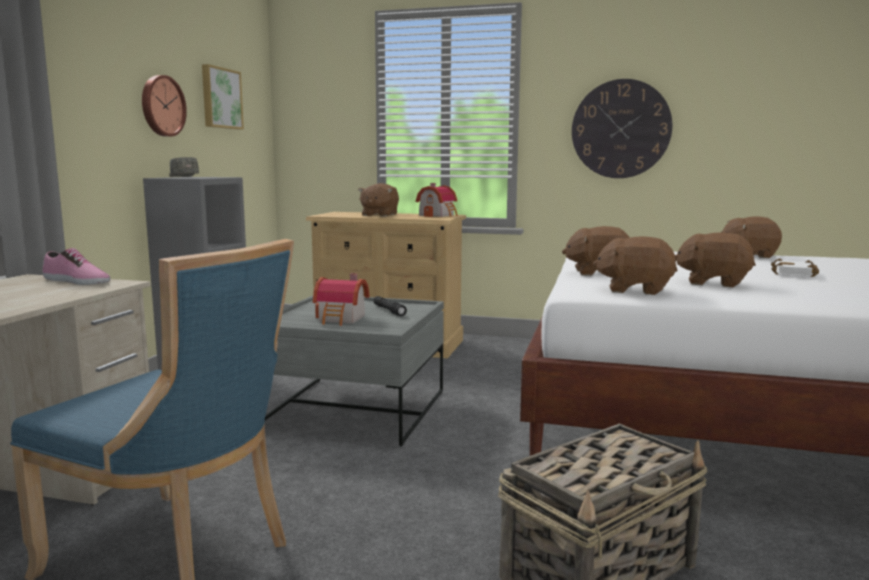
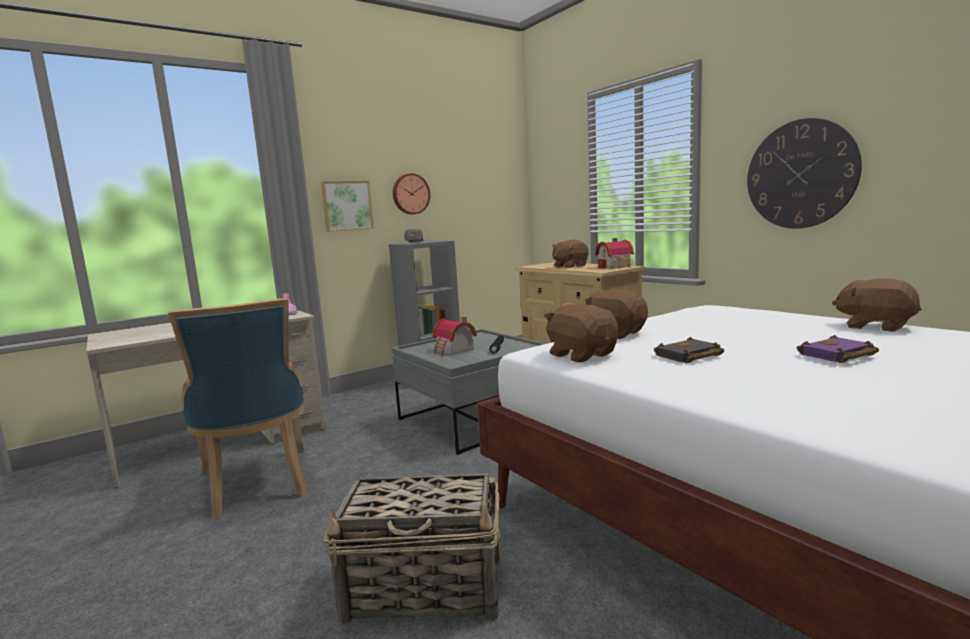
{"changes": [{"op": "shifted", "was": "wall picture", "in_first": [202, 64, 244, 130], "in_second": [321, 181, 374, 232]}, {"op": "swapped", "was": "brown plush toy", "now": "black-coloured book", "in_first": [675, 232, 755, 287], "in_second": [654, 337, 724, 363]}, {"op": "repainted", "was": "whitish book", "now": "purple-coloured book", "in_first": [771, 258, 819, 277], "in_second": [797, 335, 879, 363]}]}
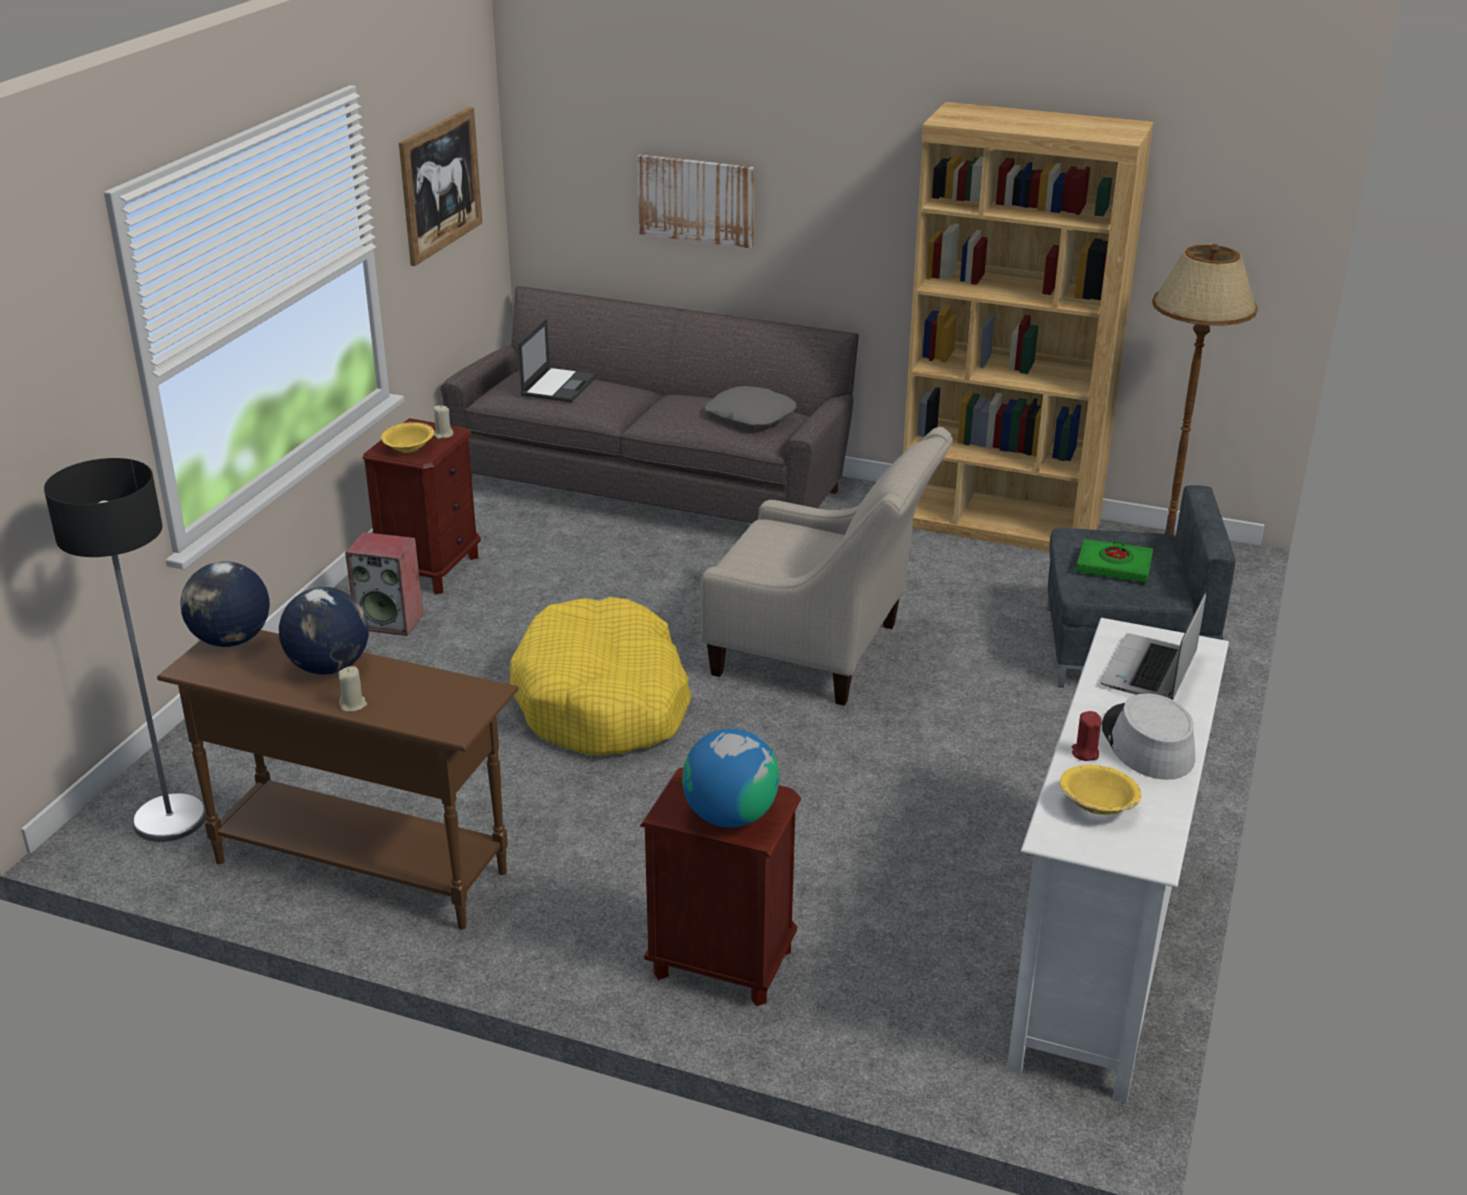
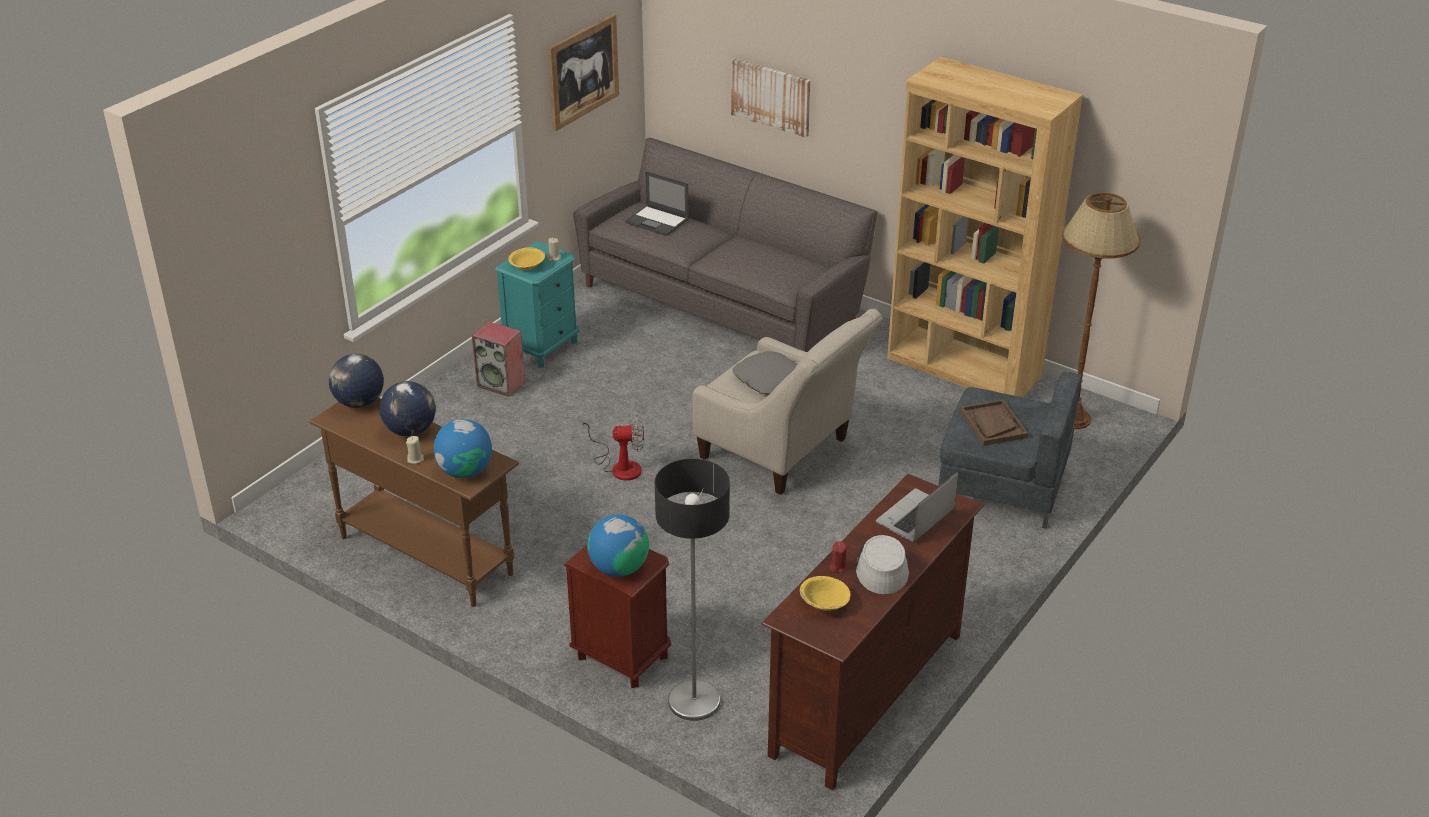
{"changes": [{"op": "new", "now": "world globe", "in_second": [434, 419, 492, 478]}, {"op": "shifted", "was": "floor lamp", "in_first": [44, 458, 207, 842], "in_second": [655, 459, 730, 721]}, {"op": "shifted", "was": "gray throw pillow", "in_first": [705, 386, 796, 427], "in_second": [732, 351, 797, 395]}, {"op": "swapped", "was": "yellow-coloured pet bed", "now": "fan", "in_first": [510, 597, 692, 755], "in_second": [582, 415, 644, 481]}, {"op": "swapped", "was": "green-coloured book", "now": "brown carrying tray", "in_first": [1076, 539, 1153, 583], "in_second": [960, 399, 1028, 446]}, {"op": "repainted", "was": "brown night table", "now": "blue-green night table", "in_first": [363, 418, 481, 595], "in_second": [495, 241, 579, 368]}, {"op": "repainted", "was": "whitish media console", "now": "brown media console", "in_first": [1007, 618, 1229, 1102], "in_second": [761, 474, 984, 790]}, {"op": "rotated", "was": "notebook computer", "in_first": [518, 319, 597, 402], "in_second": [625, 171, 689, 236], "clockwise": 90}]}
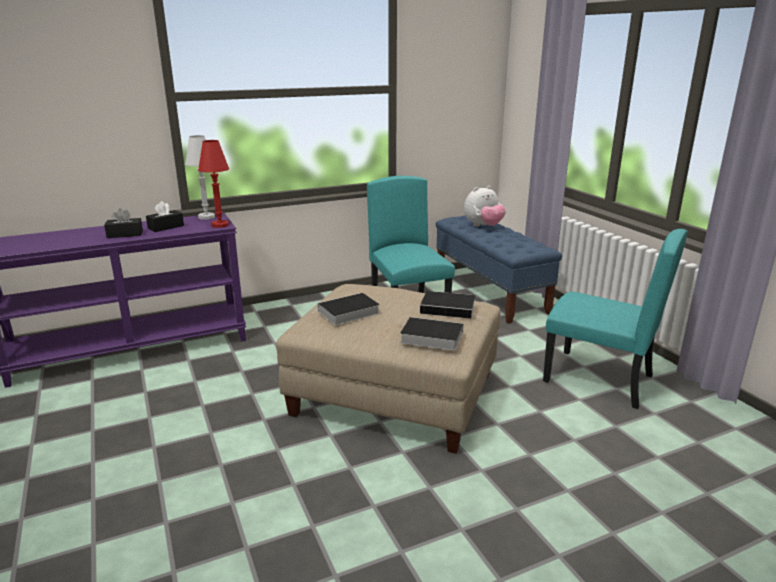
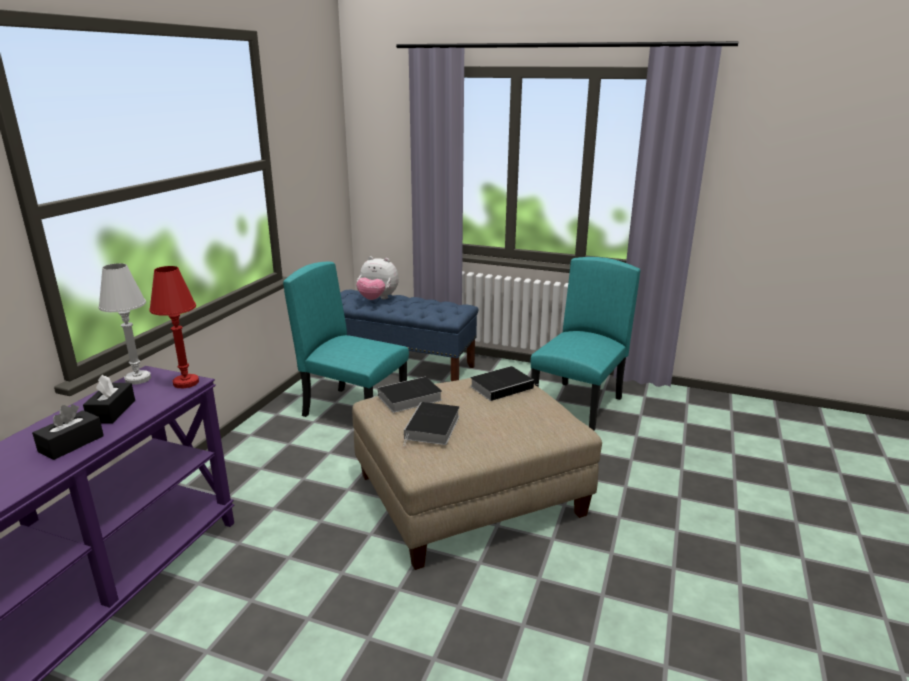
{"changes": [{"op": "shifted", "was": "book", "in_first": [400, 317, 463, 351], "in_second": [370, 376, 442, 413]}, {"op": "rotated", "was": "plush toy", "in_first": [464, 186, 506, 227], "in_second": [356, 256, 399, 300], "clockwise": 90}, {"op": "rotated", "was": "blue-green plain chair", "in_first": [543, 229, 688, 409], "in_second": [531, 257, 640, 430], "clockwise": -45}]}
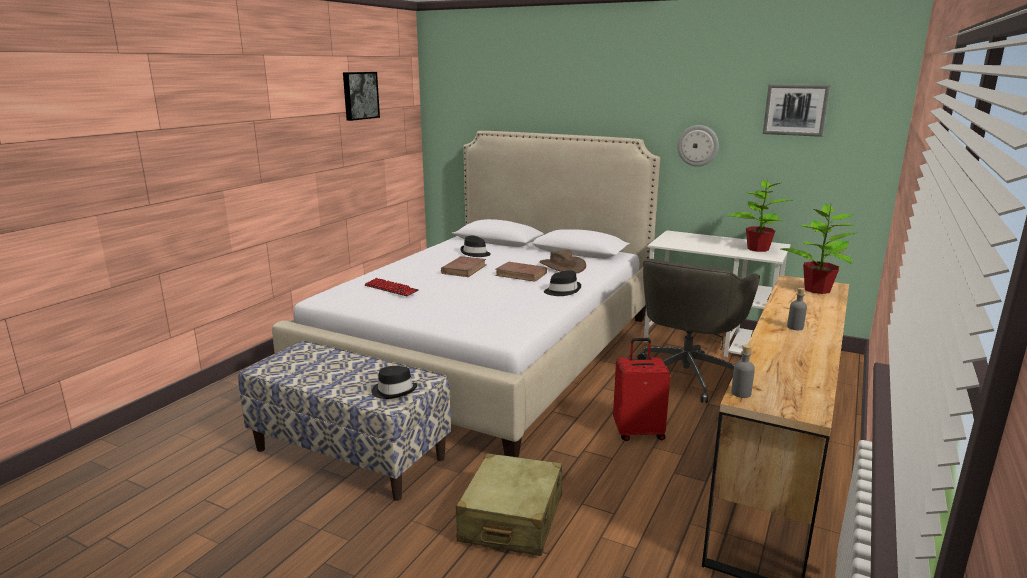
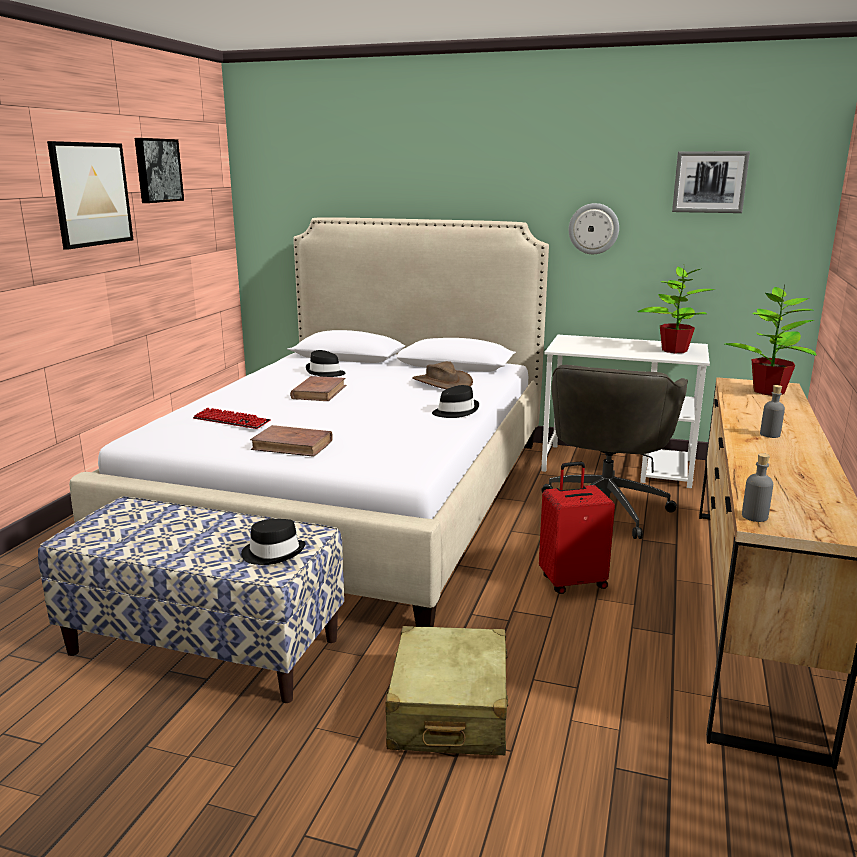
{"changes": [{"op": "new", "now": "wall picture", "in_second": [47, 141, 133, 250]}, {"op": "shifted", "was": "brown book", "in_first": [495, 262, 547, 282], "in_second": [250, 425, 333, 457]}]}
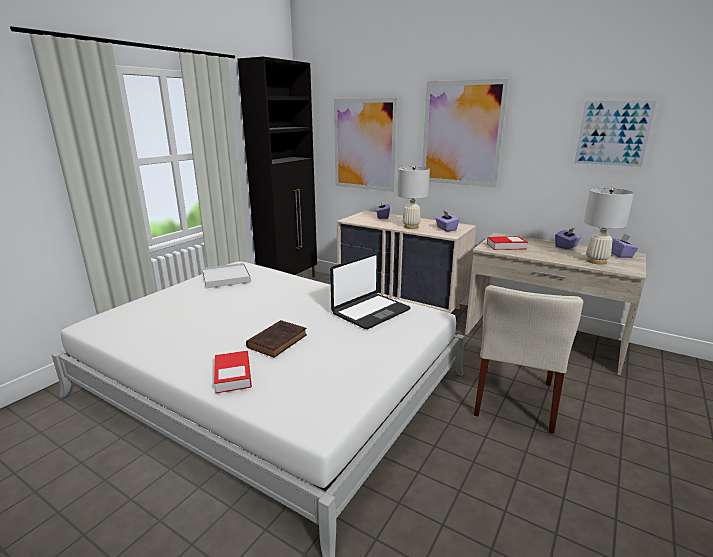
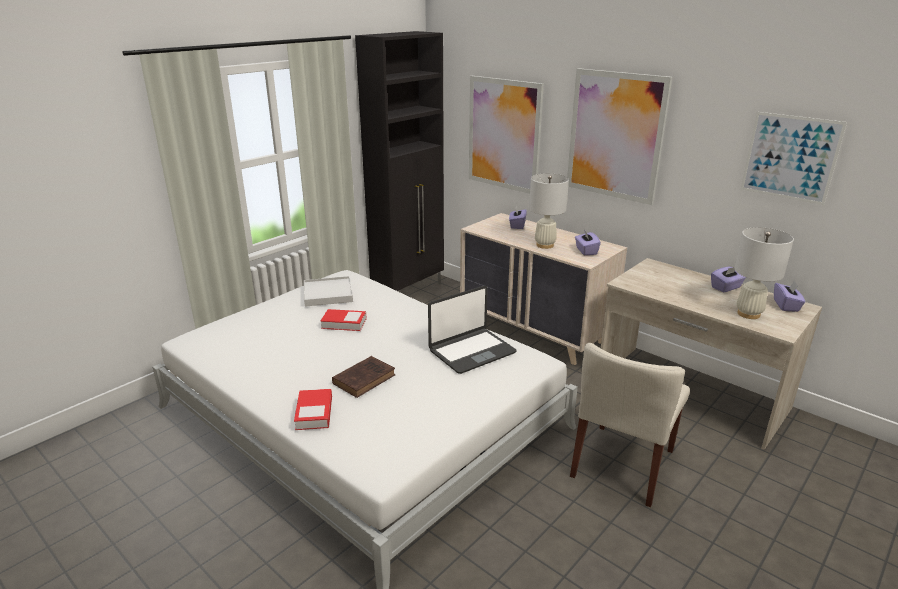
{"changes": [{"op": "shifted", "was": "book", "in_first": [487, 236, 528, 250], "in_second": [321, 309, 367, 331]}]}
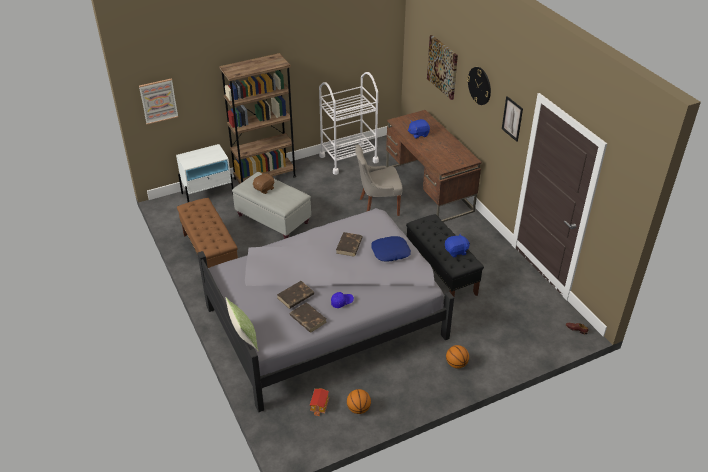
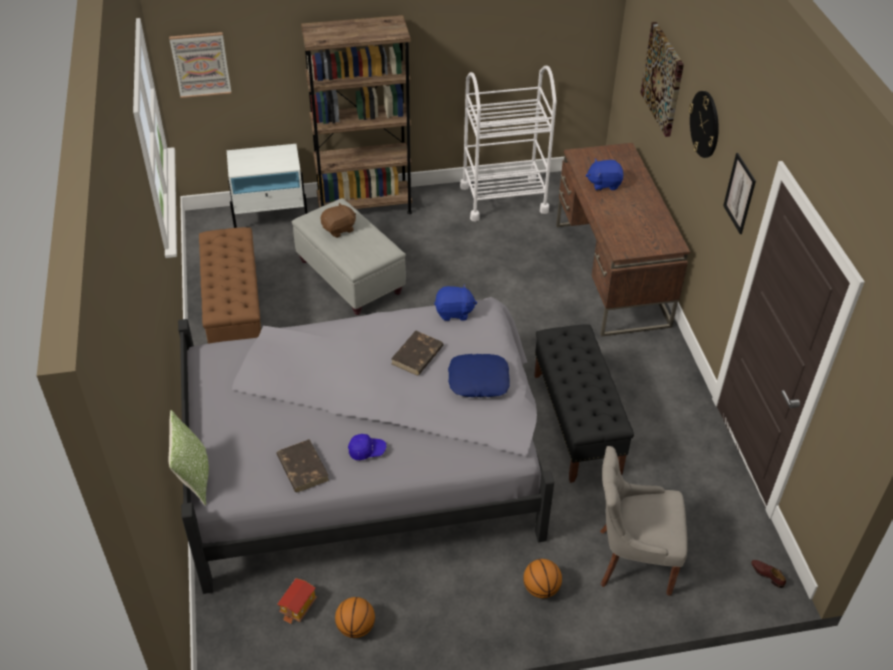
{"changes": [{"op": "gone", "was": "brown book", "in_first": [277, 281, 314, 309]}, {"op": "shifted", "was": "gray plain chair", "in_first": [355, 144, 403, 216], "in_second": [600, 446, 688, 596]}, {"op": "shifted", "was": "bluish plush toy", "in_first": [445, 234, 470, 257], "in_second": [434, 284, 477, 321]}]}
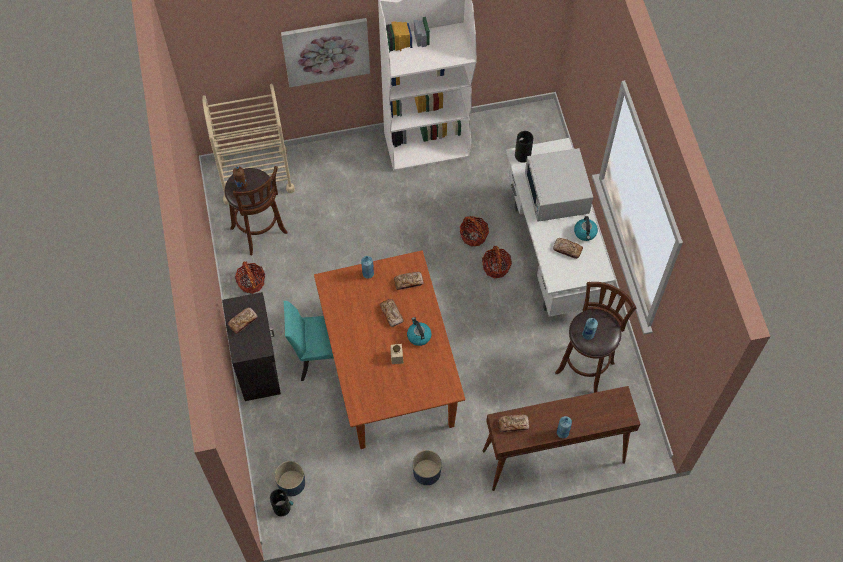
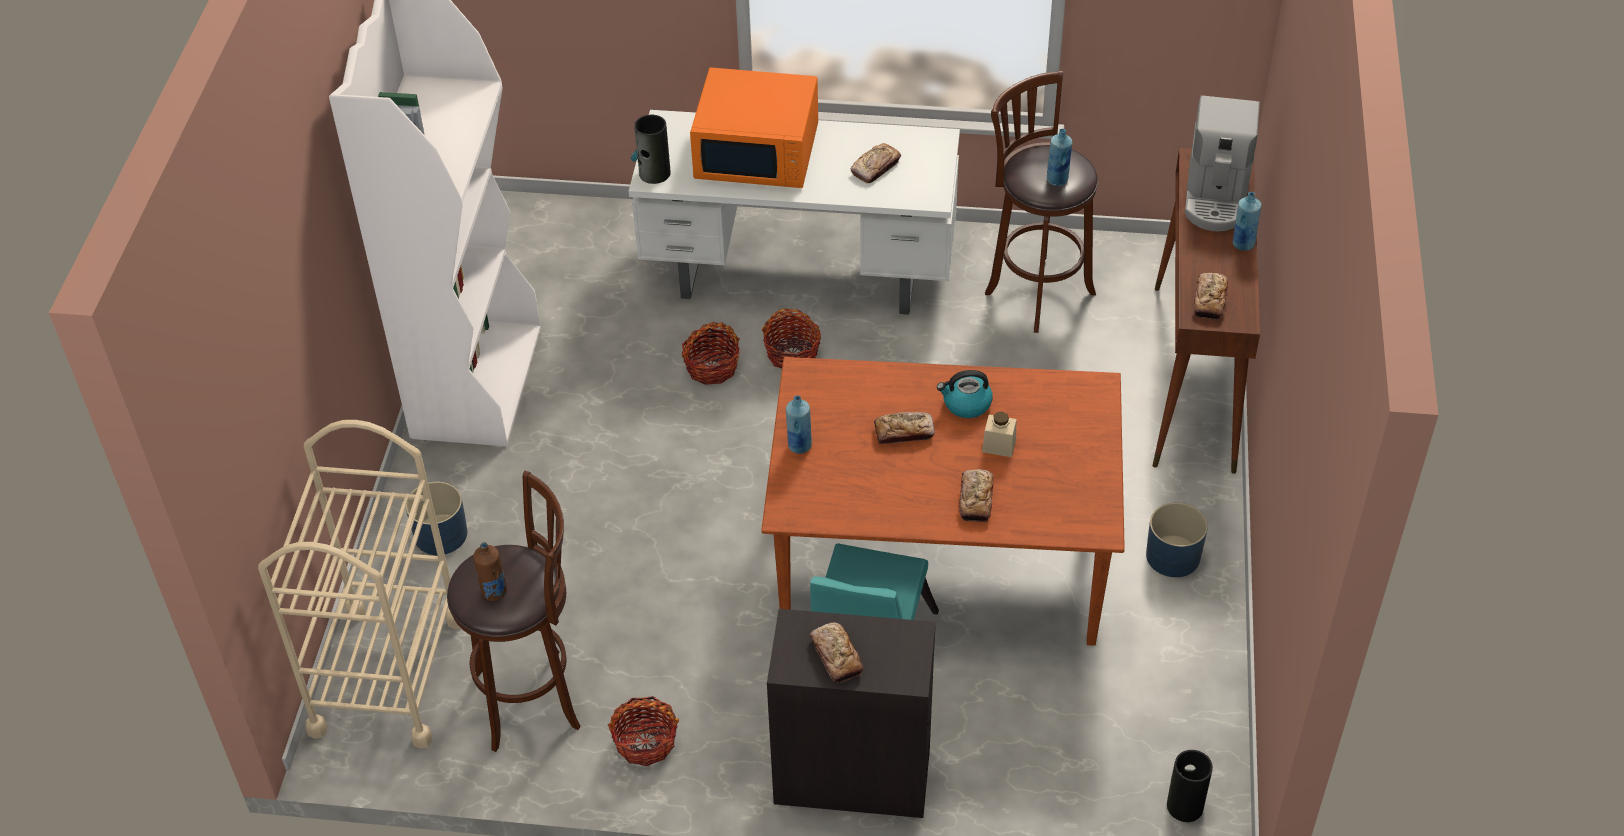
{"changes": [{"op": "gone", "was": "wall picture", "in_first": [281, 18, 370, 87]}, {"op": "gone", "was": "tea kettle", "in_first": [574, 216, 598, 241]}, {"op": "new", "now": "coffee machine", "in_second": [1185, 96, 1260, 231]}, {"op": "shifted", "was": "bluish flower pot", "in_first": [275, 461, 305, 496], "in_second": [406, 482, 467, 555]}, {"op": "shifted", "was": "bakery bread", "in_first": [394, 272, 424, 290], "in_second": [959, 469, 993, 522]}, {"op": "repainted", "was": "whitish microwave oven", "now": "orange-coloured microwave oven", "in_first": [525, 148, 593, 222], "in_second": [690, 67, 818, 188]}]}
